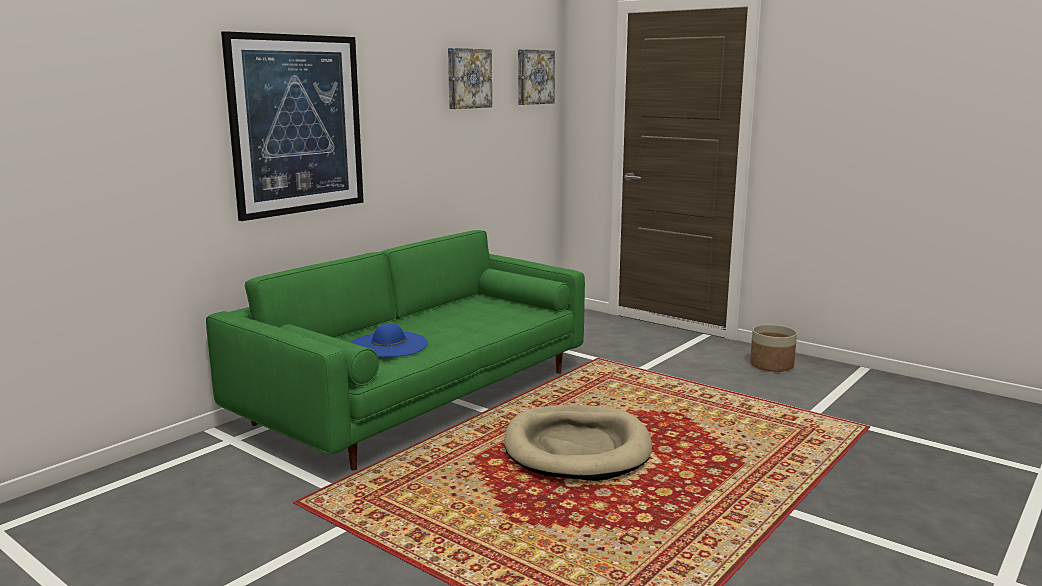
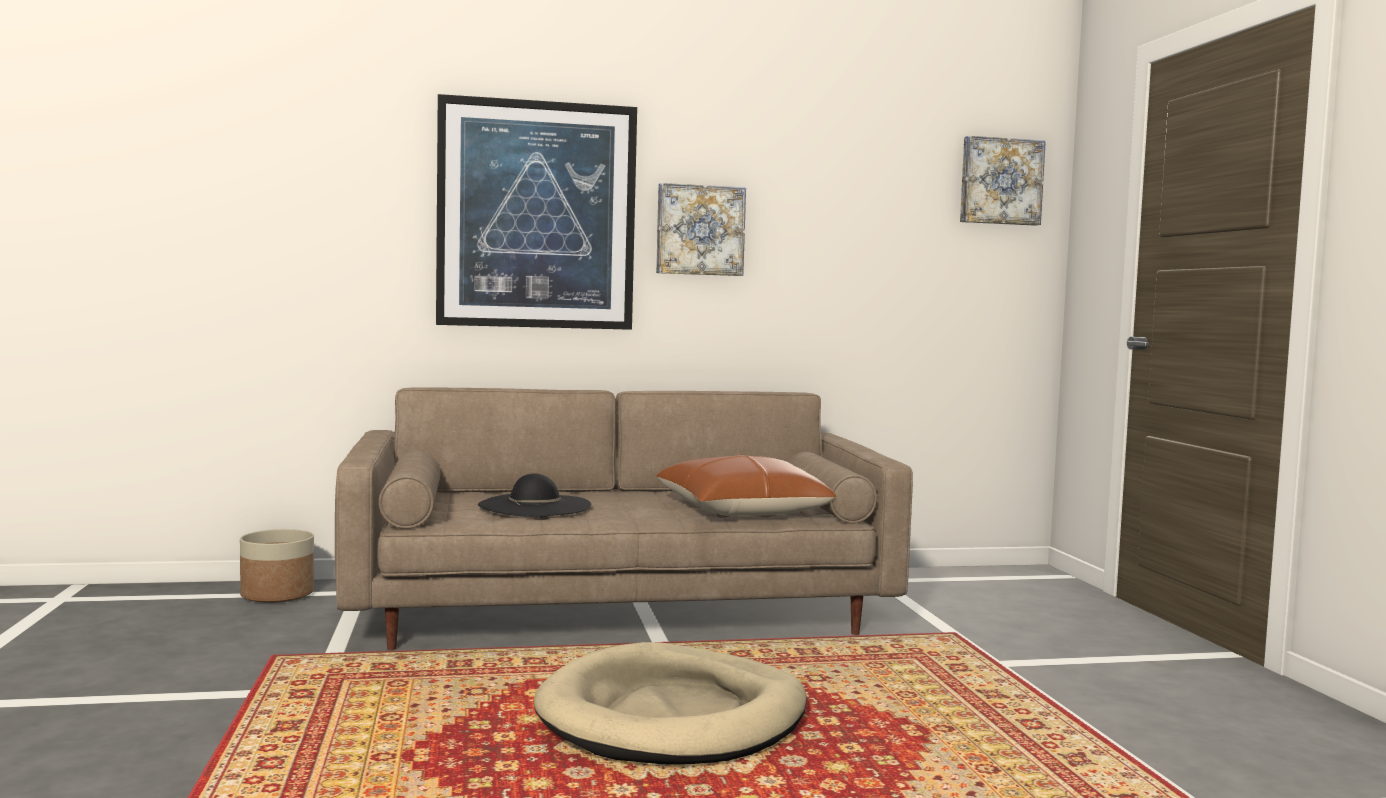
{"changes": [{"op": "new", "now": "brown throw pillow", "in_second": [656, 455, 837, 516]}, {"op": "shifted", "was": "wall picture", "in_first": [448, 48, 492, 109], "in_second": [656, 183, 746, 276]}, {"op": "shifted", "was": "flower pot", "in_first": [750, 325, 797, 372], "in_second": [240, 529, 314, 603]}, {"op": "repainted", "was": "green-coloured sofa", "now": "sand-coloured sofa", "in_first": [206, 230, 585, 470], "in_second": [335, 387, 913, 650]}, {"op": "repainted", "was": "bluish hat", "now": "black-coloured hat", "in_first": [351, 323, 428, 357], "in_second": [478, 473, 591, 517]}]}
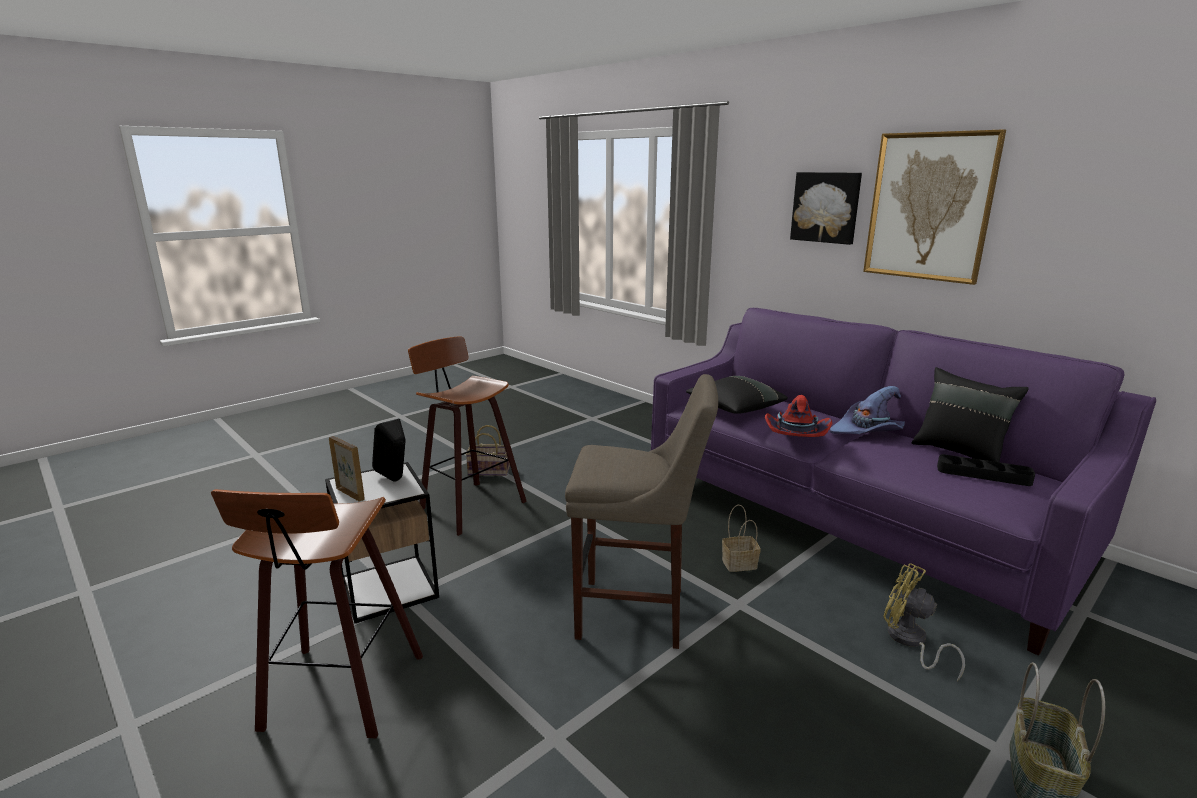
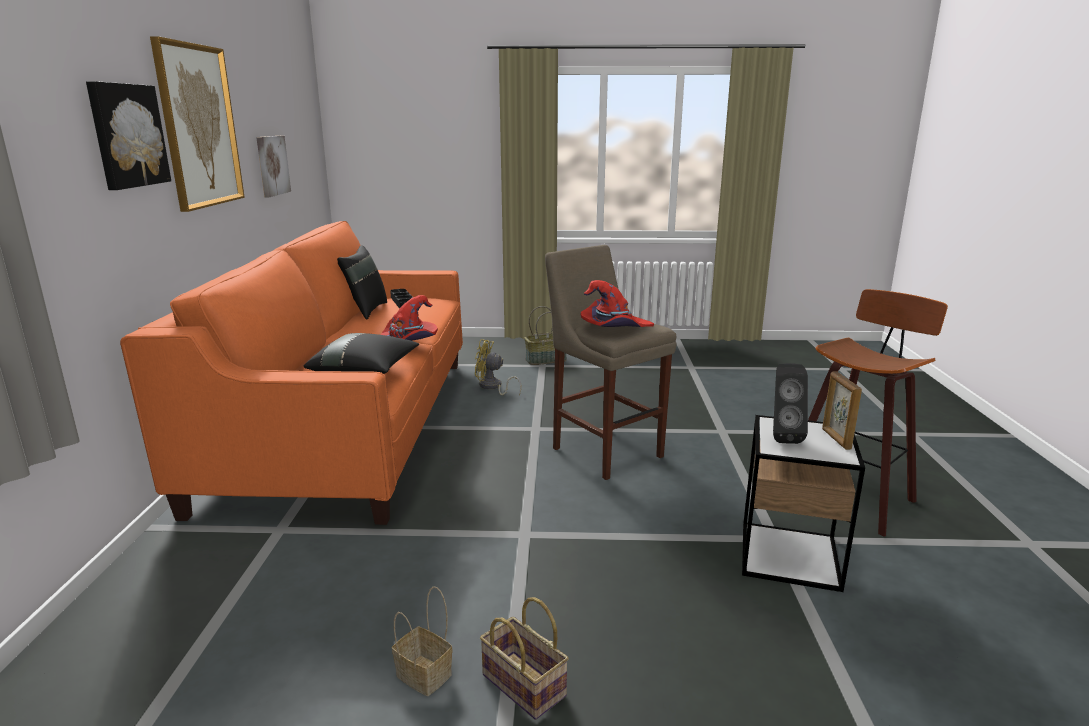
{"changes": [{"op": "gone", "was": "stool", "in_first": [408, 336, 527, 536]}, {"op": "gone", "was": "purple-coloured hat", "in_first": [830, 386, 905, 434]}, {"op": "new", "now": "wall picture", "in_second": [256, 136, 291, 197]}, {"op": "new", "now": "reddish hat", "in_second": [581, 280, 654, 327]}, {"op": "shifted", "was": "basket", "in_first": [722, 505, 761, 572], "in_second": [392, 586, 452, 696]}, {"op": "repainted", "was": "purple-coloured sofa", "now": "orange-coloured sofa", "in_first": [651, 308, 1156, 656], "in_second": [120, 221, 463, 525]}, {"op": "rotated", "was": "yellow-coloured fan", "in_first": [883, 563, 965, 681], "in_second": [475, 339, 522, 396], "clockwise": 105}]}
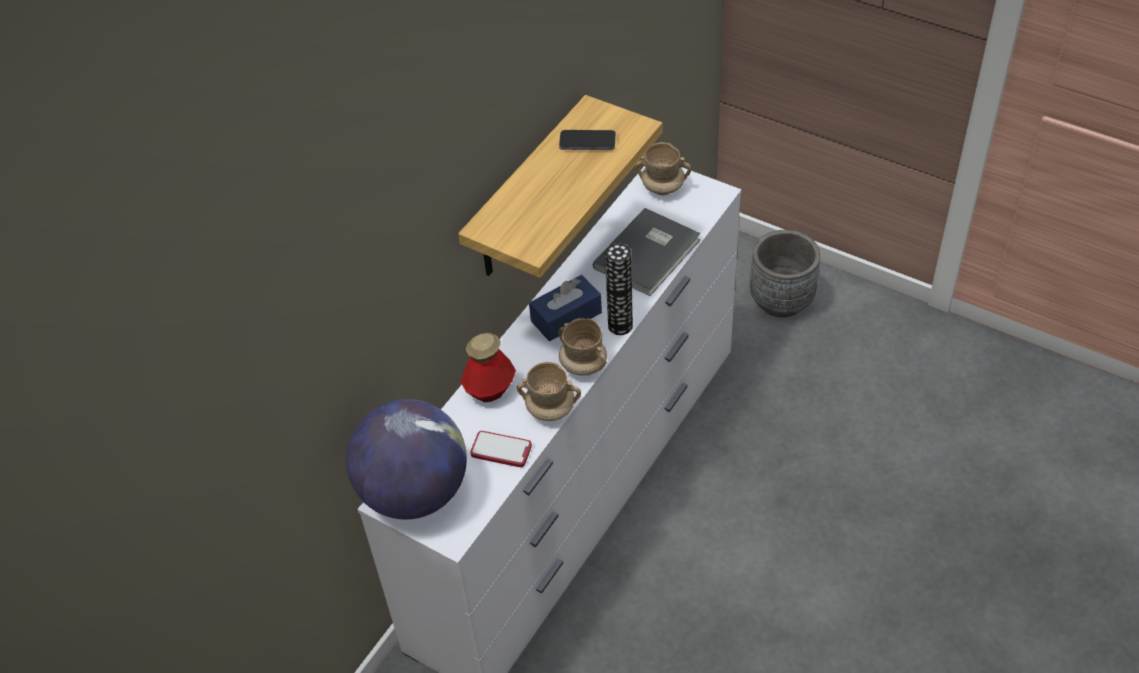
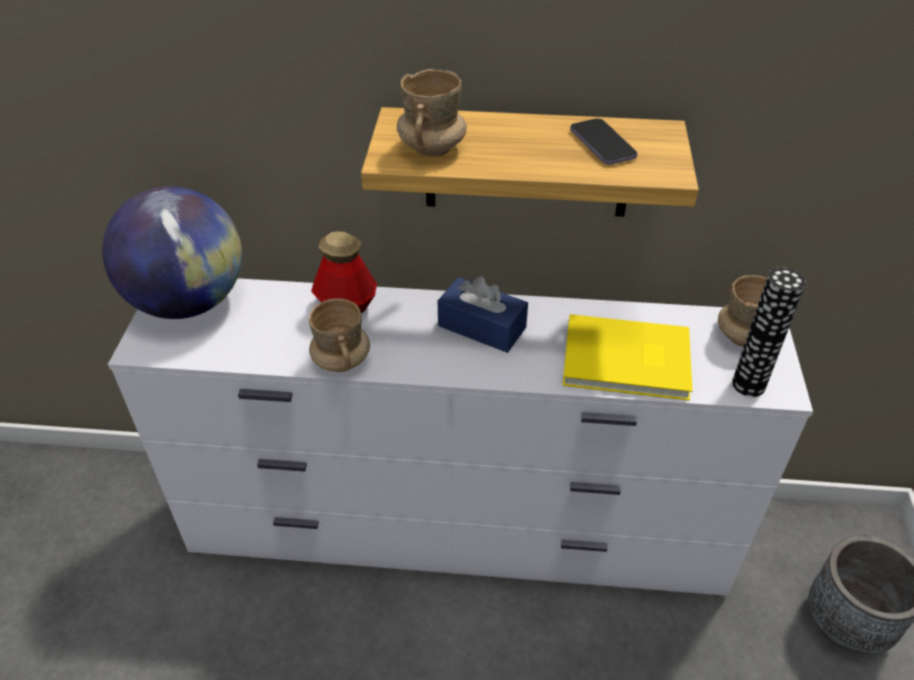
{"changes": [{"op": "gone", "was": "telephone", "in_first": [470, 431, 532, 467]}, {"op": "shifted", "was": "sand-coloured tea mug", "in_first": [558, 318, 607, 376], "in_second": [397, 69, 467, 157]}, {"op": "shifted", "was": "flower vase", "in_first": [605, 243, 633, 335], "in_second": [732, 267, 806, 397]}, {"op": "repainted", "was": "gray book", "now": "yellow-coloured book", "in_first": [593, 208, 701, 296], "in_second": [563, 314, 693, 401]}]}
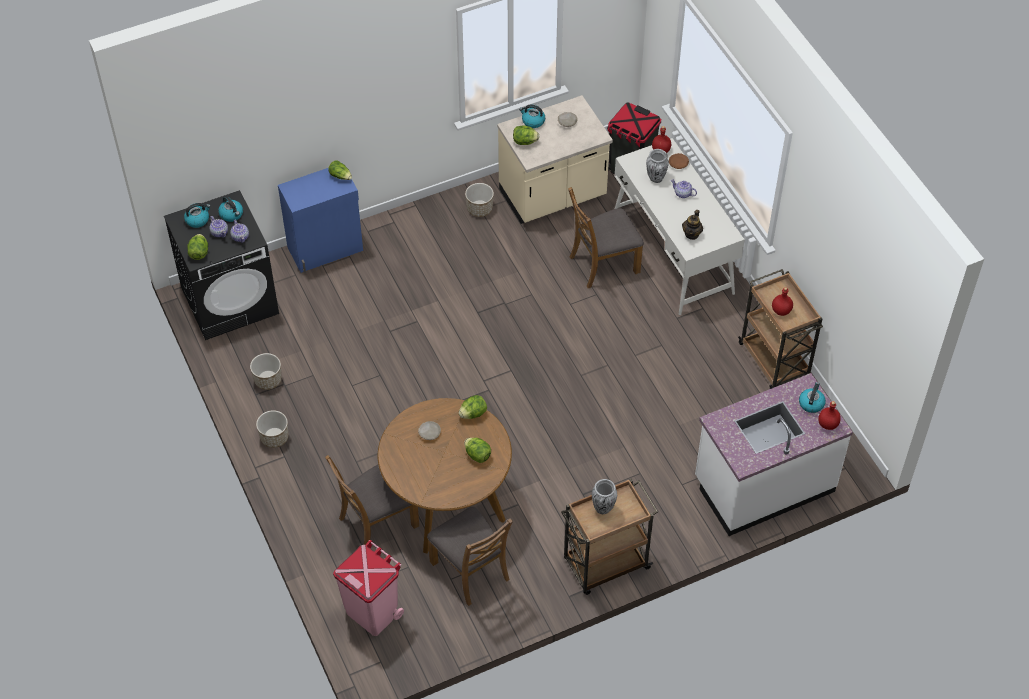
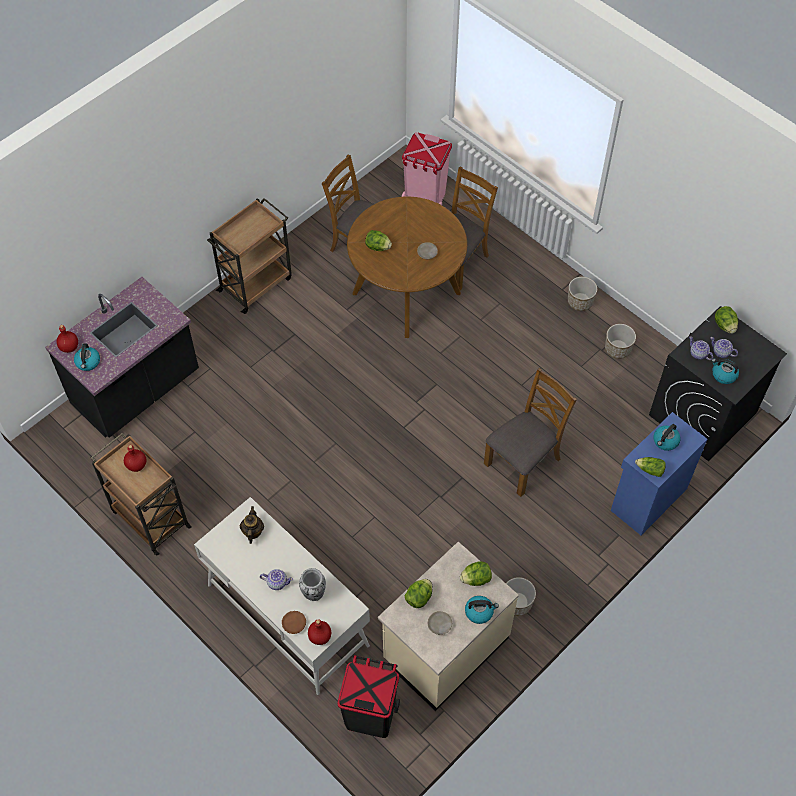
{"changes": [{"op": "gone", "was": "flower vase", "in_first": [592, 479, 617, 514]}, {"op": "shifted", "was": "tea kettle", "in_first": [184, 203, 211, 228], "in_second": [654, 424, 681, 451]}, {"op": "shifted", "was": "lettuce head", "in_first": [459, 395, 487, 419], "in_second": [405, 579, 432, 608]}, {"op": "shifted", "was": "brown plain chair", "in_first": [568, 187, 644, 288], "in_second": [484, 368, 577, 497]}, {"op": "repainted", "was": "whitish kitchen base unit", "now": "black-coloured kitchen base unit", "in_first": [695, 373, 853, 536], "in_second": [45, 277, 199, 438]}]}
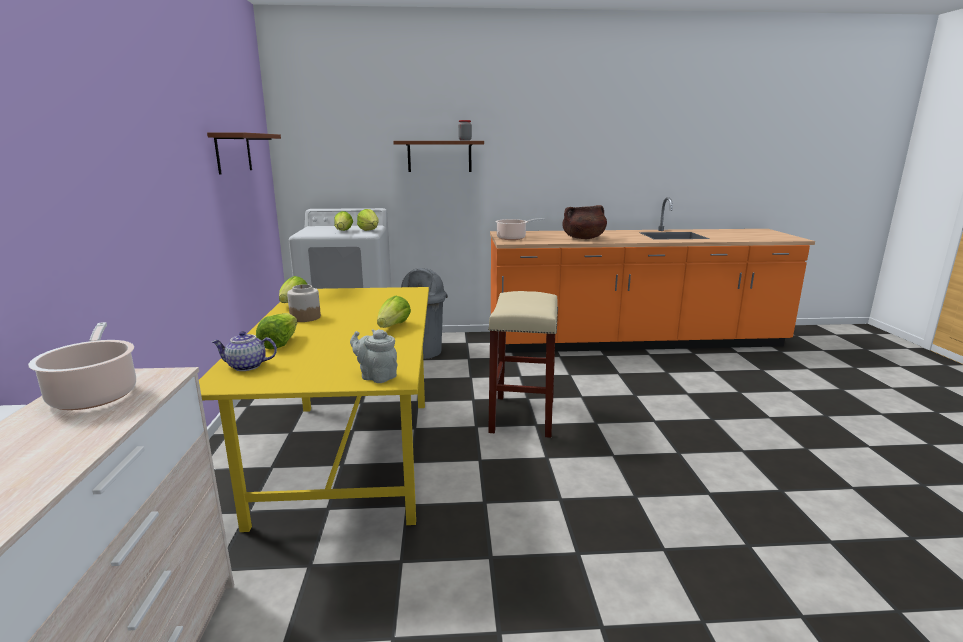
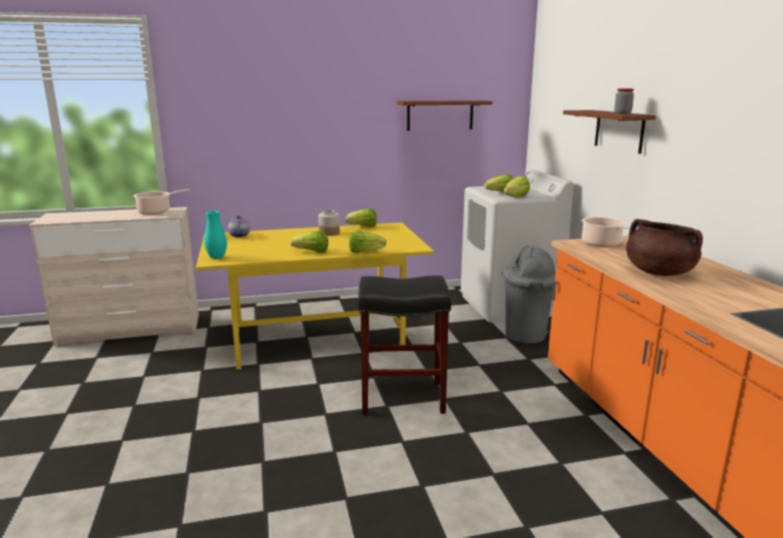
{"changes": [{"op": "shifted", "was": "lettuce head", "in_first": [256, 313, 298, 350], "in_second": [349, 231, 386, 253]}, {"op": "swapped", "was": "gray pot for tea", "now": "blue-green flower vase", "in_first": [350, 329, 398, 383], "in_second": [204, 211, 227, 259]}, {"op": "repainted", "was": "sand-coloured stool", "now": "black-coloured stool", "in_first": [488, 291, 558, 438], "in_second": [358, 276, 451, 415]}]}
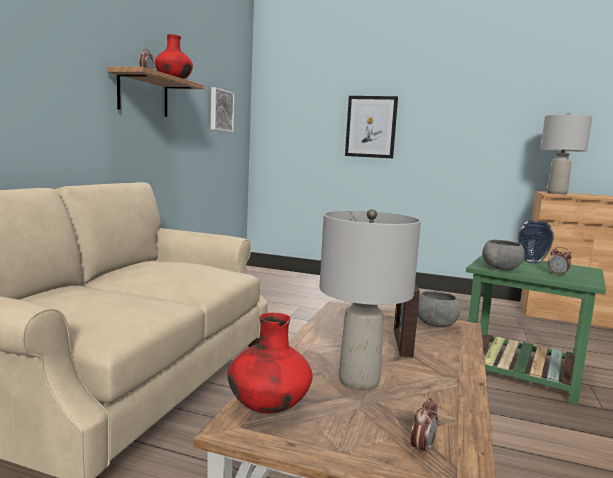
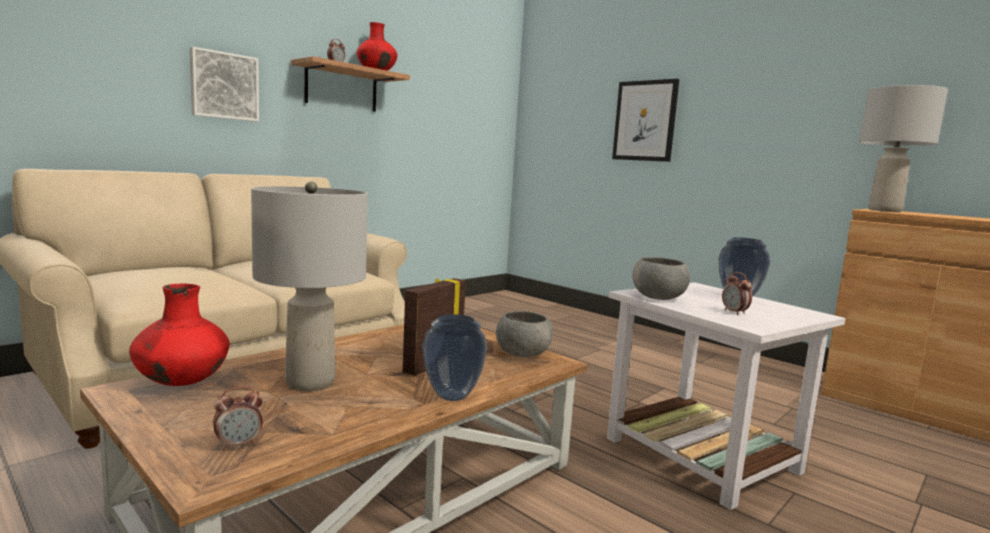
{"changes": [{"op": "new", "now": "flower vase", "in_second": [422, 314, 487, 401]}, {"op": "shifted", "was": "wall picture", "in_first": [211, 87, 235, 132], "in_second": [190, 47, 259, 122]}, {"op": "repainted", "was": "green-coloured accent table", "now": "whitish accent table", "in_first": [466, 255, 606, 405], "in_second": [607, 282, 846, 510]}]}
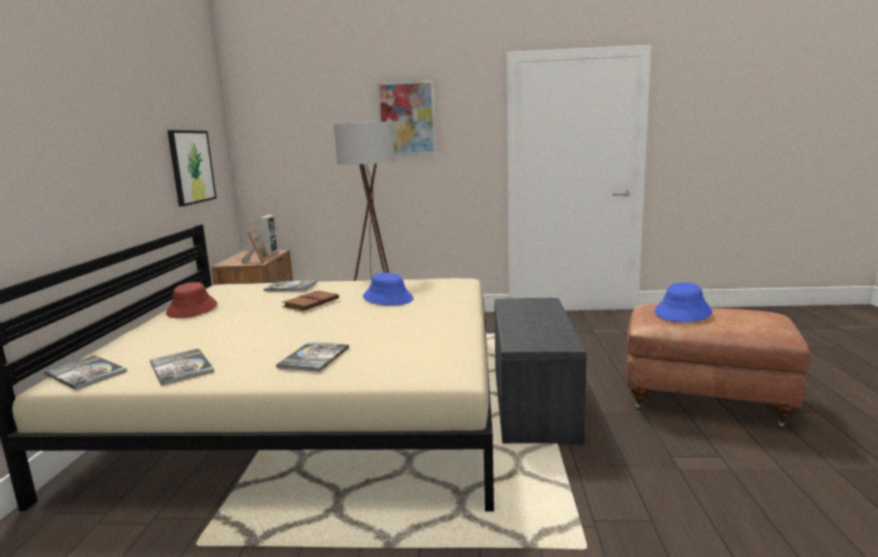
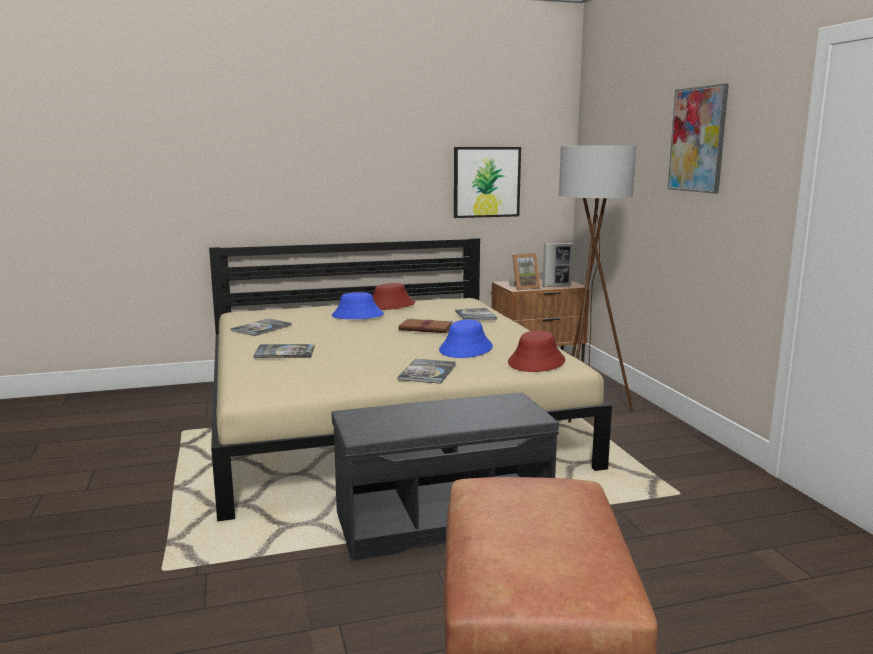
{"changes": [{"op": "new", "now": "reddish hat", "in_second": [508, 330, 565, 372]}, {"op": "shifted", "was": "book", "in_first": [44, 355, 128, 390], "in_second": [398, 359, 456, 384]}, {"op": "shifted", "was": "bluish hat", "in_first": [655, 282, 712, 322], "in_second": [332, 292, 384, 319]}]}
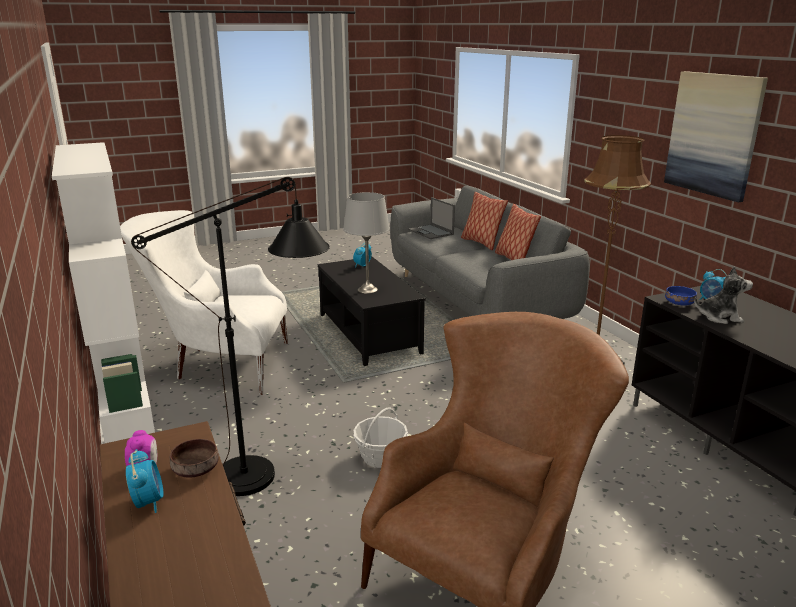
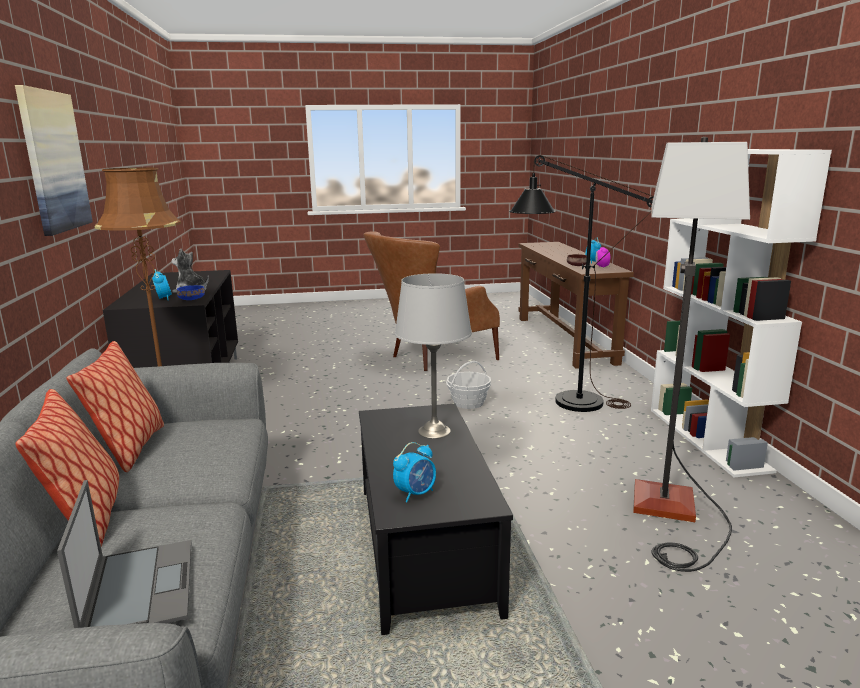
{"changes": [{"op": "swapped", "was": "whitish lounge chair", "now": "floor lamp", "in_first": [120, 210, 288, 395], "in_second": [633, 137, 750, 572]}]}
